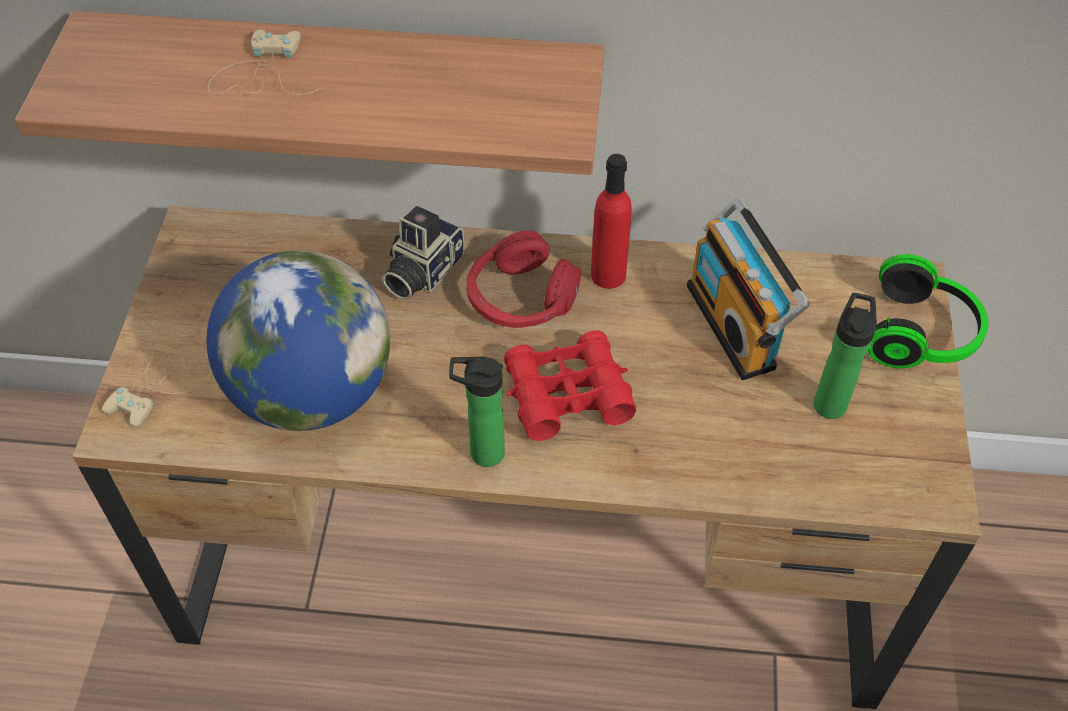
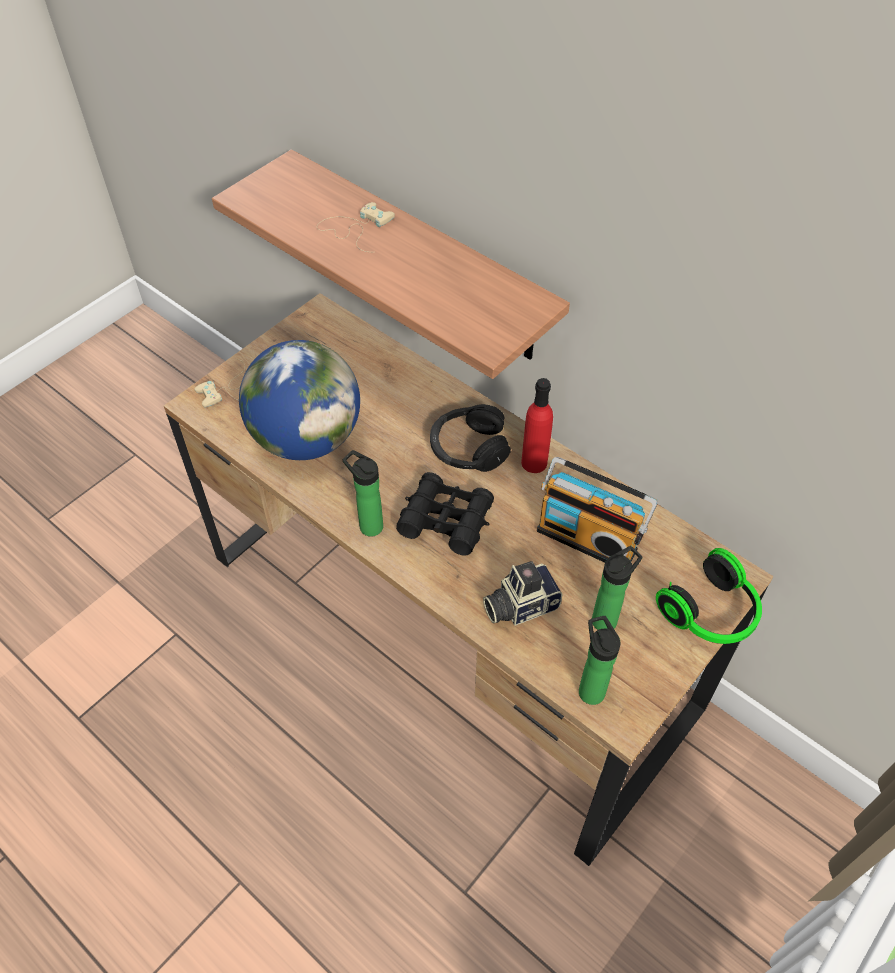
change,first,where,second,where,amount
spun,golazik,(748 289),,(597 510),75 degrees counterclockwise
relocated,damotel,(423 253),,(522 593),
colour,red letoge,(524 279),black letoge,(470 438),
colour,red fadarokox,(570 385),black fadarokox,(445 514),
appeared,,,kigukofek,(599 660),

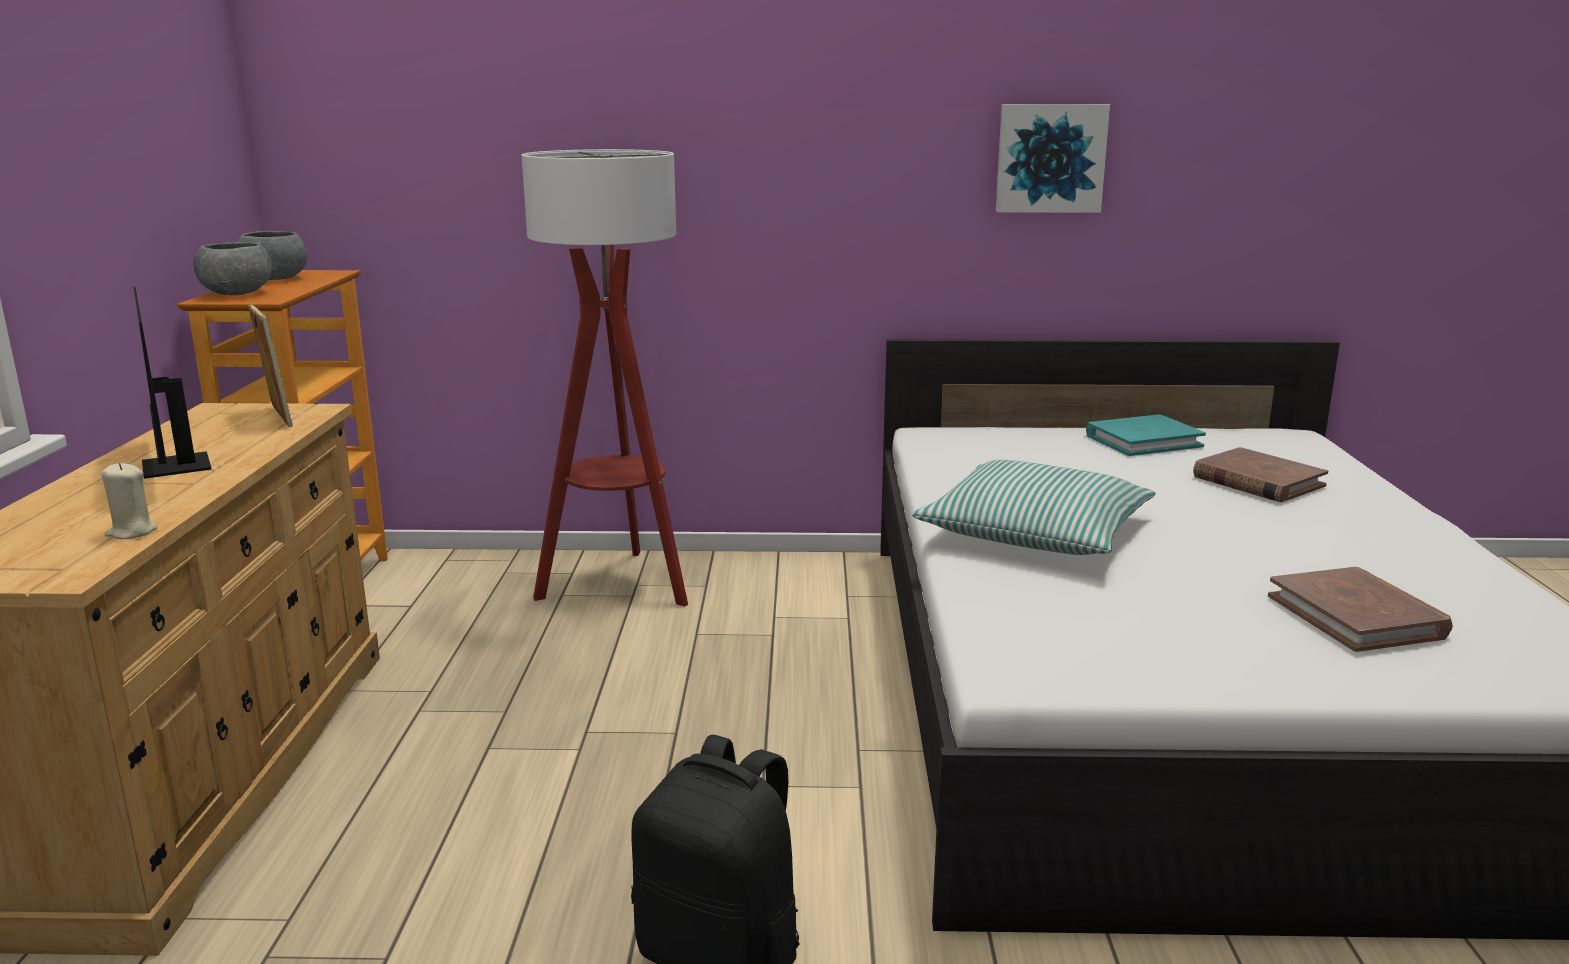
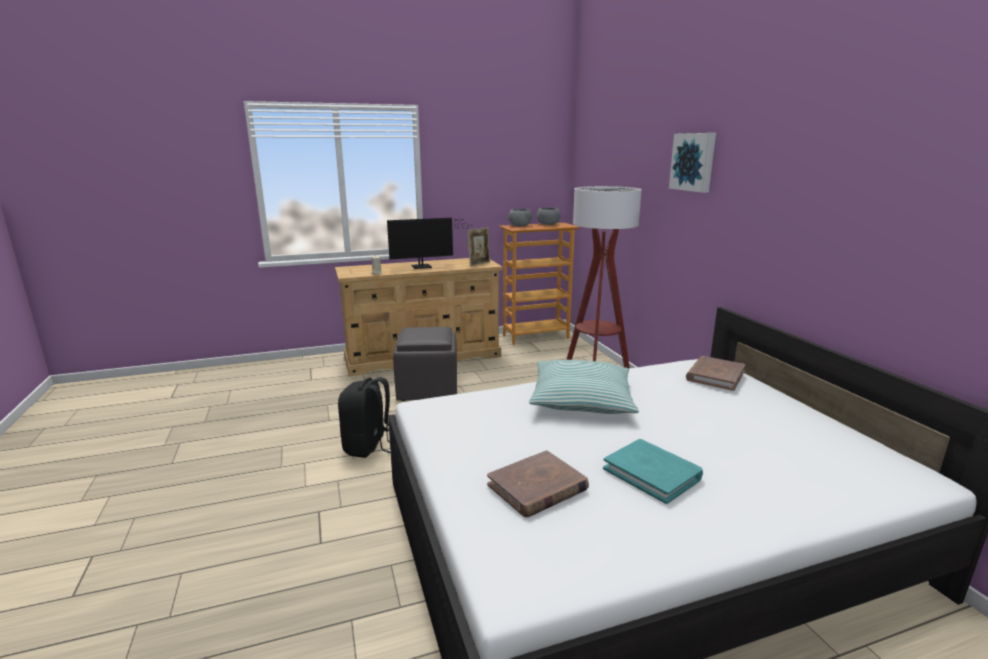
change,first,where,second,where,amount
relocated,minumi,(1053 158),,(692 163),
spun,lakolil,(172 383),,(428 243),150 degrees counterclockwise
relocated,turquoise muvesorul,(1146 435),,(653 471),
relocated,brown muvesorul,(1260 474),,(716 373),
appeared,,,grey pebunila,(425 364),

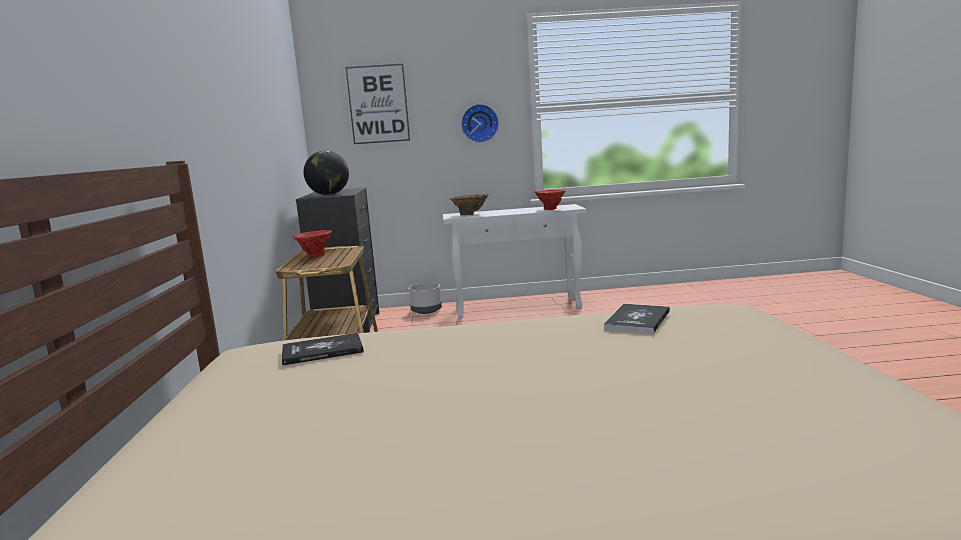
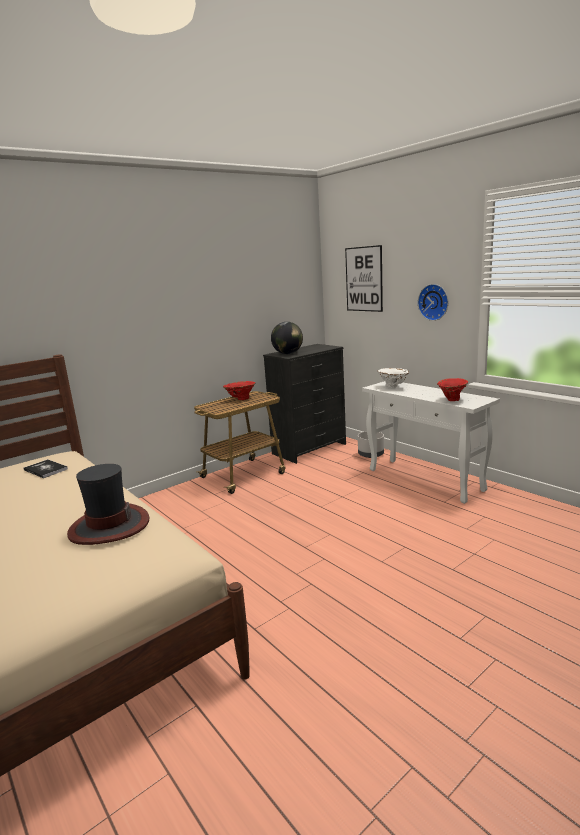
change,first,where,second,where,amount
colour,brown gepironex,(469 204),white gepironex,(393 378),
exchanged,muvesorul,(637 319),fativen,(108 504),

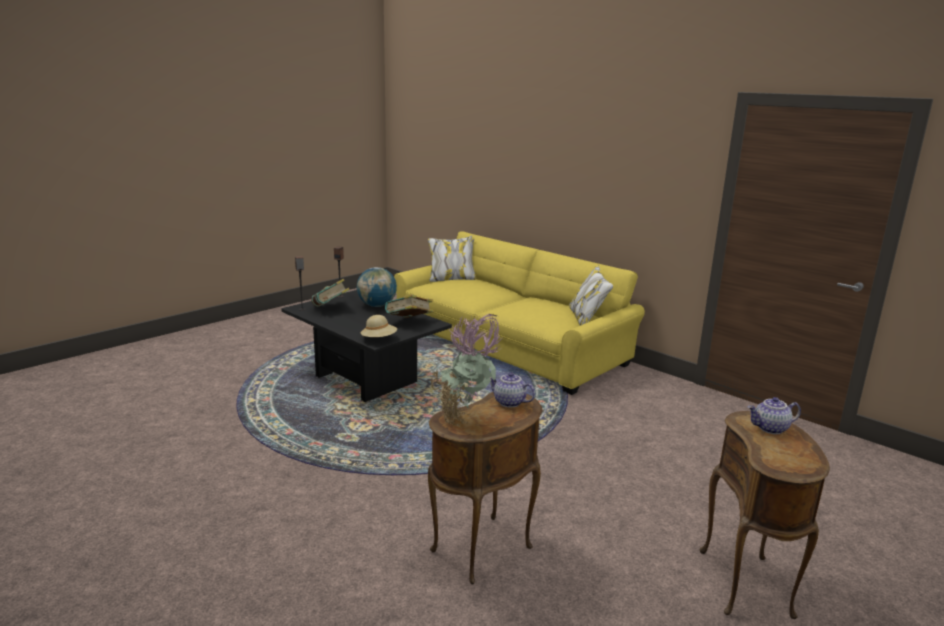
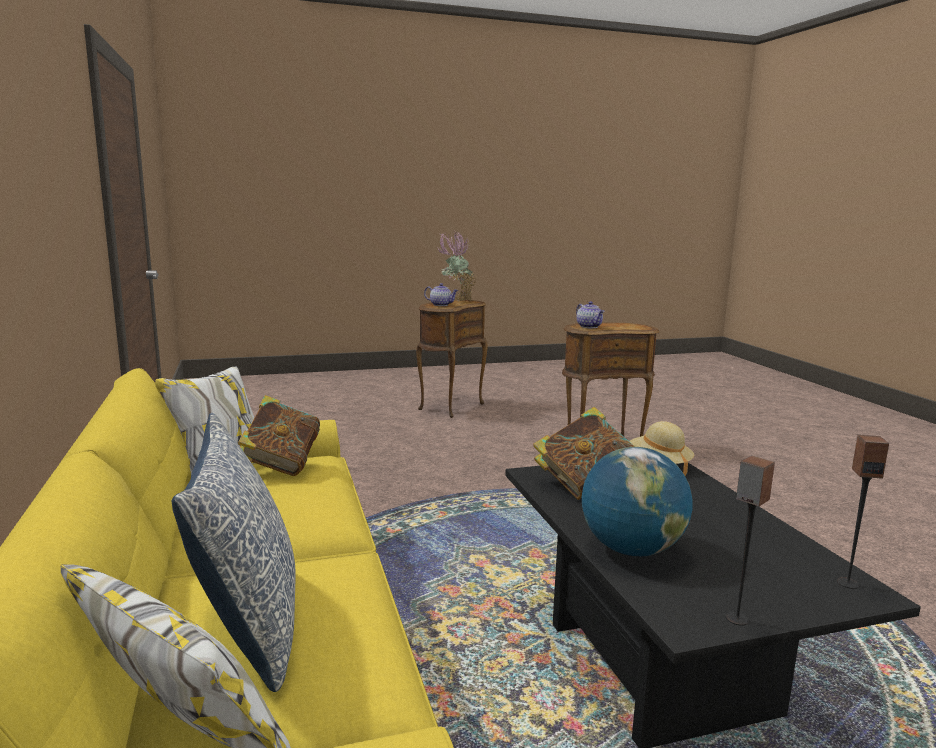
change,first,where,second,where,amount
relocated,muvesorul,(330 293),,(279 435),
relocated,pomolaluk,(467 370),,(457 266),
appeared,,,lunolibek,(233 552),

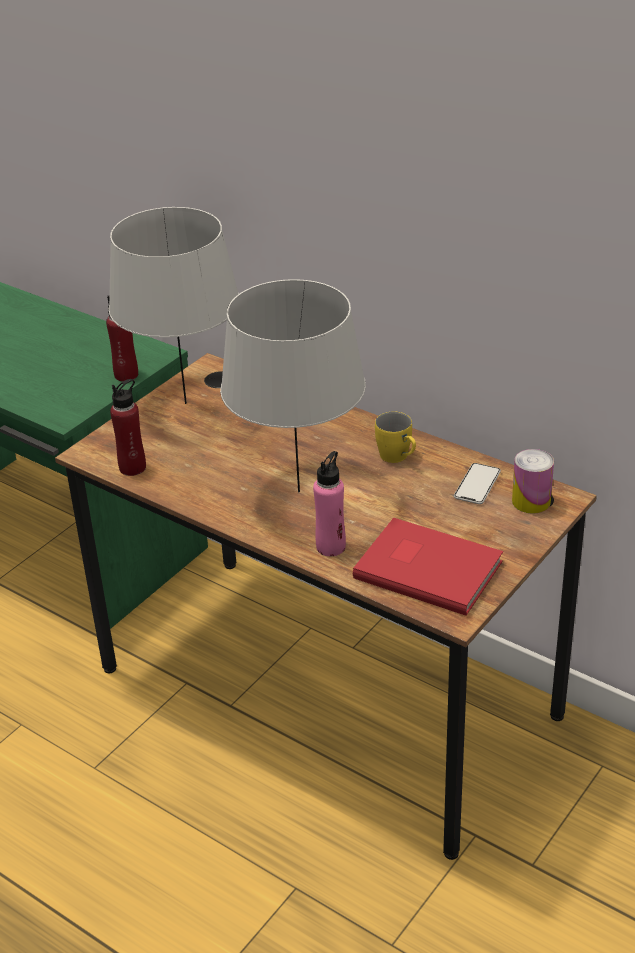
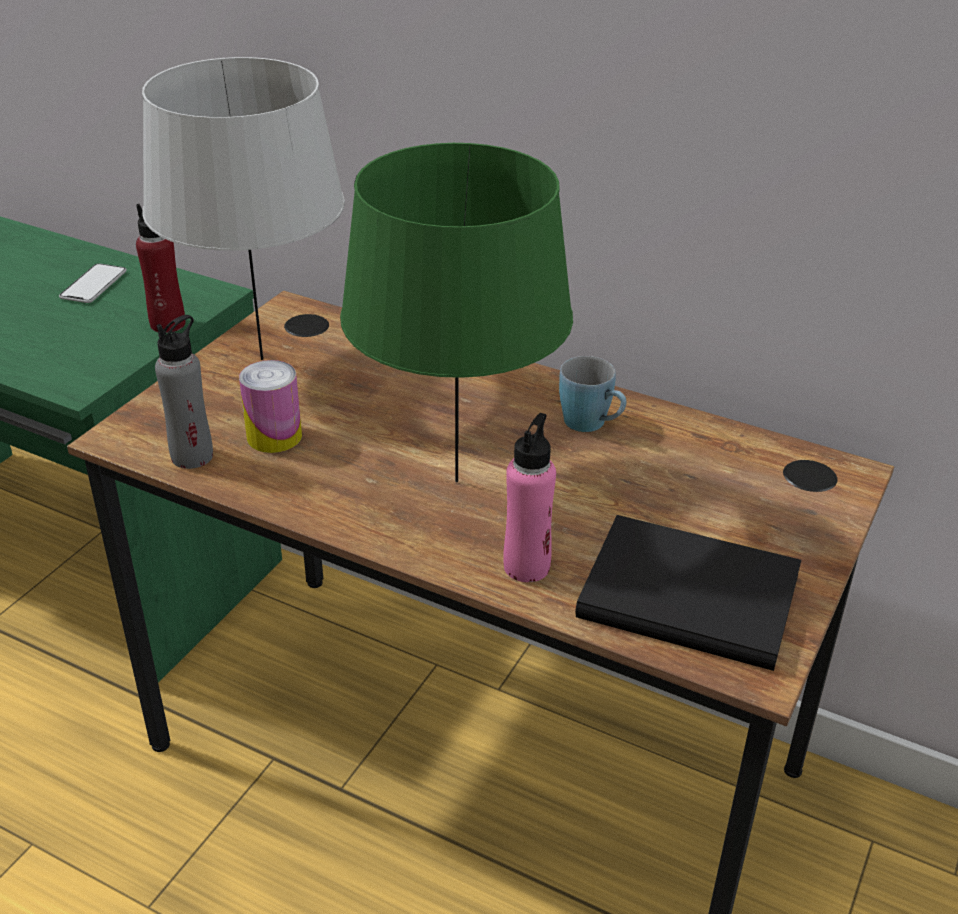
change,first,where,second,where,amount
colour,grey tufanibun,(293 385),green tufanibun,(456 312),
colour,red kigukofek,(128 427),grey kigukofek,(184 392),
colour,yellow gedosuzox,(395 437),blue gedosuzox,(593 394),
relocated,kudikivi,(533 481),,(270 406),
relocated,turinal,(477 483),,(93 283),
colour,red muvesorul,(428 567),black muvesorul,(688 593),

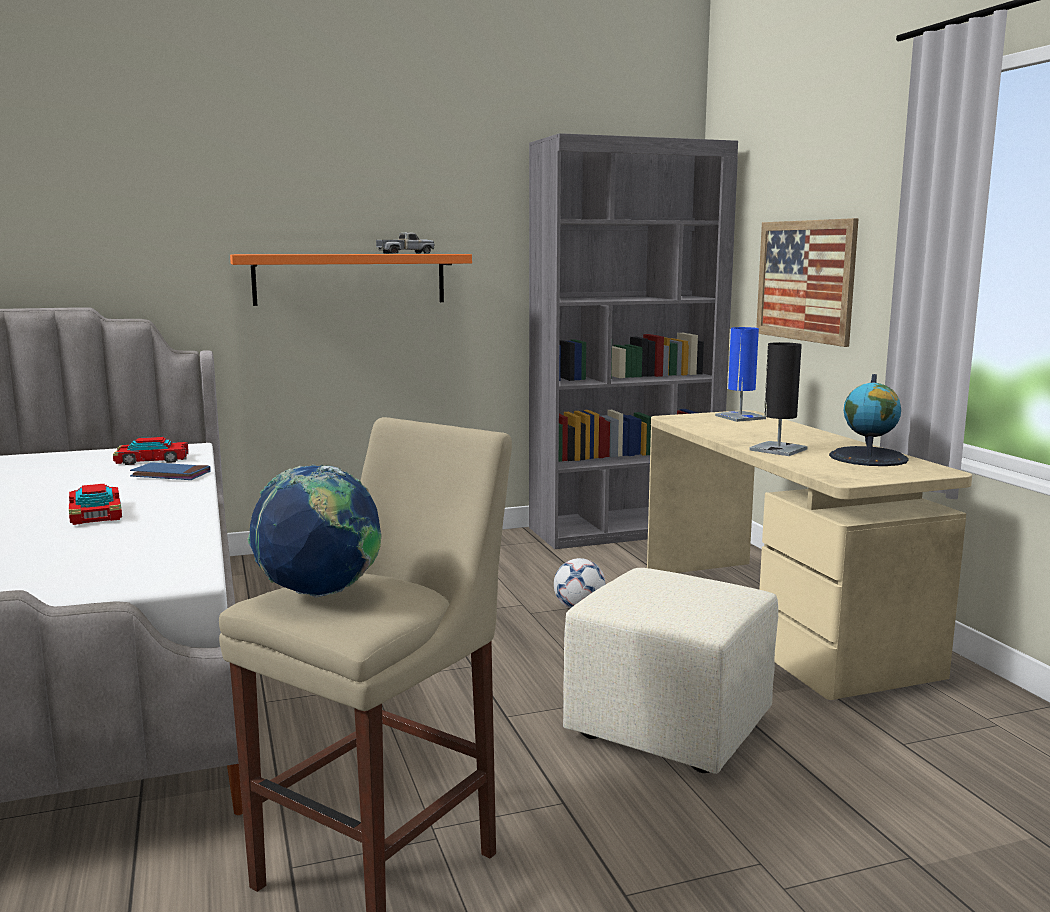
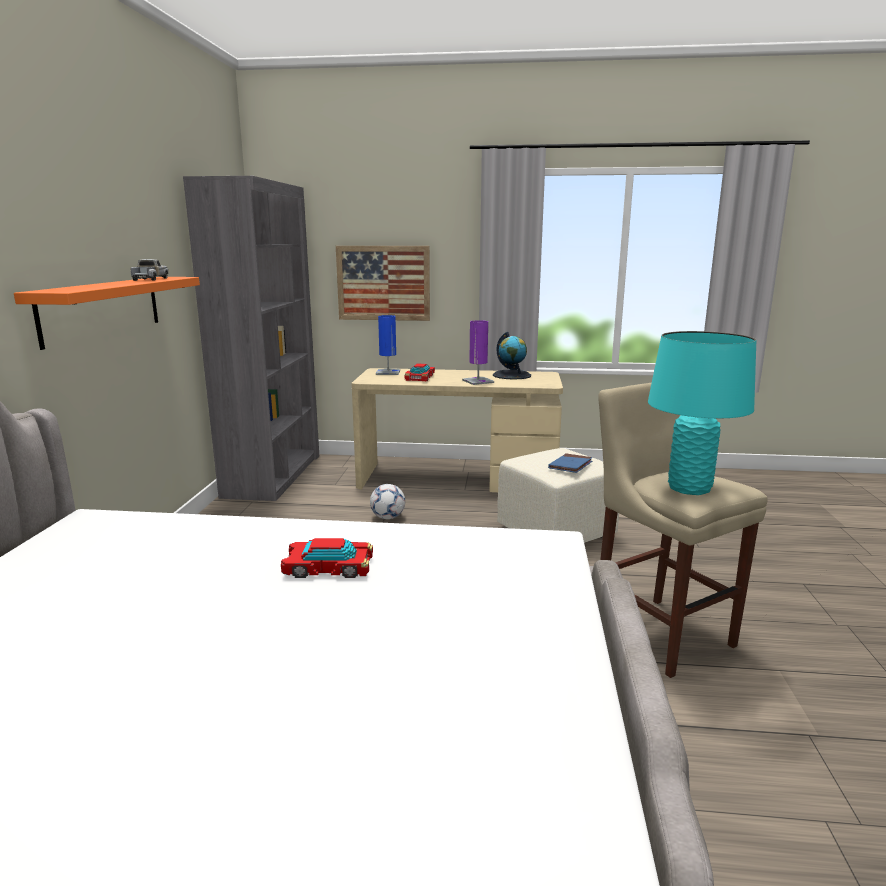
change,first,where,second,where,amount
colour,black tufanibun,(778 399),purple tufanibun,(478 352),
relocated,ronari,(150 451),,(419 372),
relocated,blue muvesorul,(170 471),,(570 463),
exchanged,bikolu,(314 531),turquoise tufanibun,(702 413),

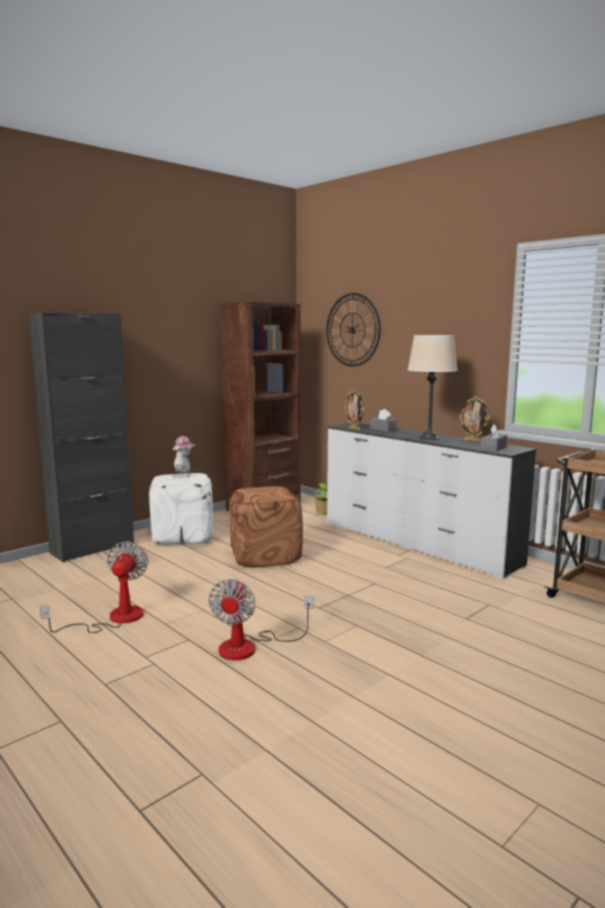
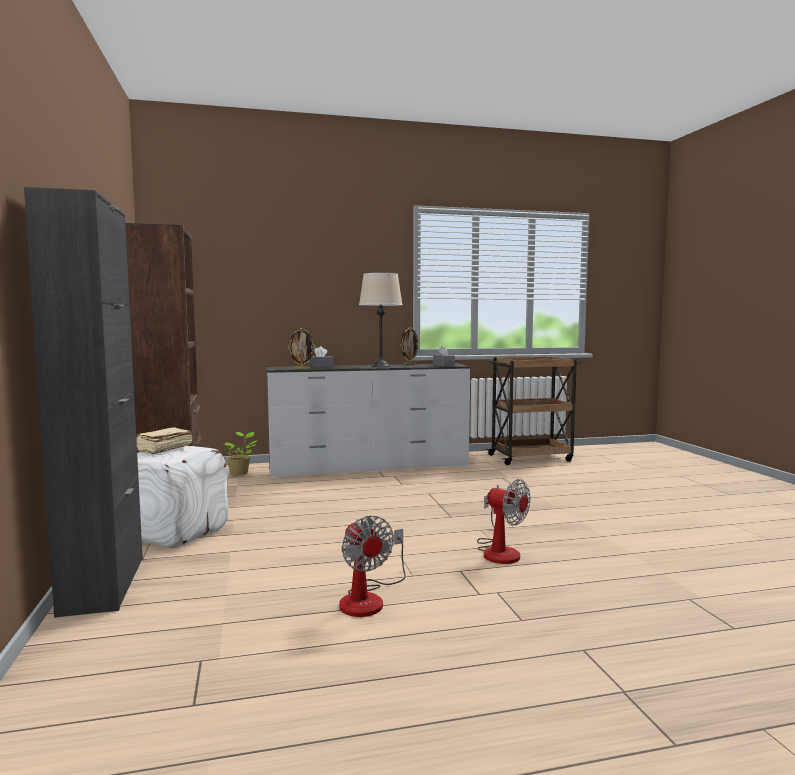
change,first,where,second,where,amount
missing,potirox,(353 330),,,
exchanged,fativen,(183 457),beige muvesorul,(164 441),
missing,brown pebunila,(266 527),,,
spun,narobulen,(94 587),,(372 566),150 degrees counterclockwise

